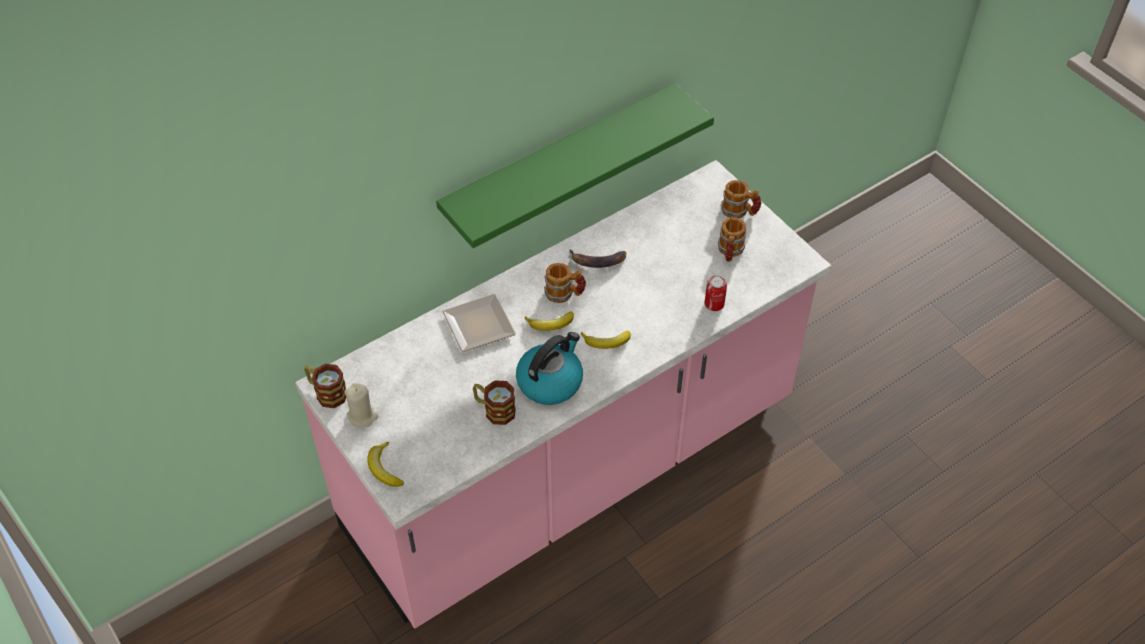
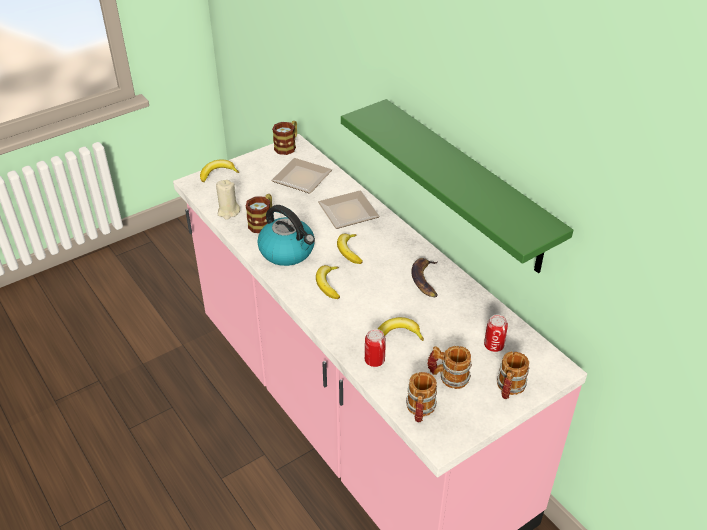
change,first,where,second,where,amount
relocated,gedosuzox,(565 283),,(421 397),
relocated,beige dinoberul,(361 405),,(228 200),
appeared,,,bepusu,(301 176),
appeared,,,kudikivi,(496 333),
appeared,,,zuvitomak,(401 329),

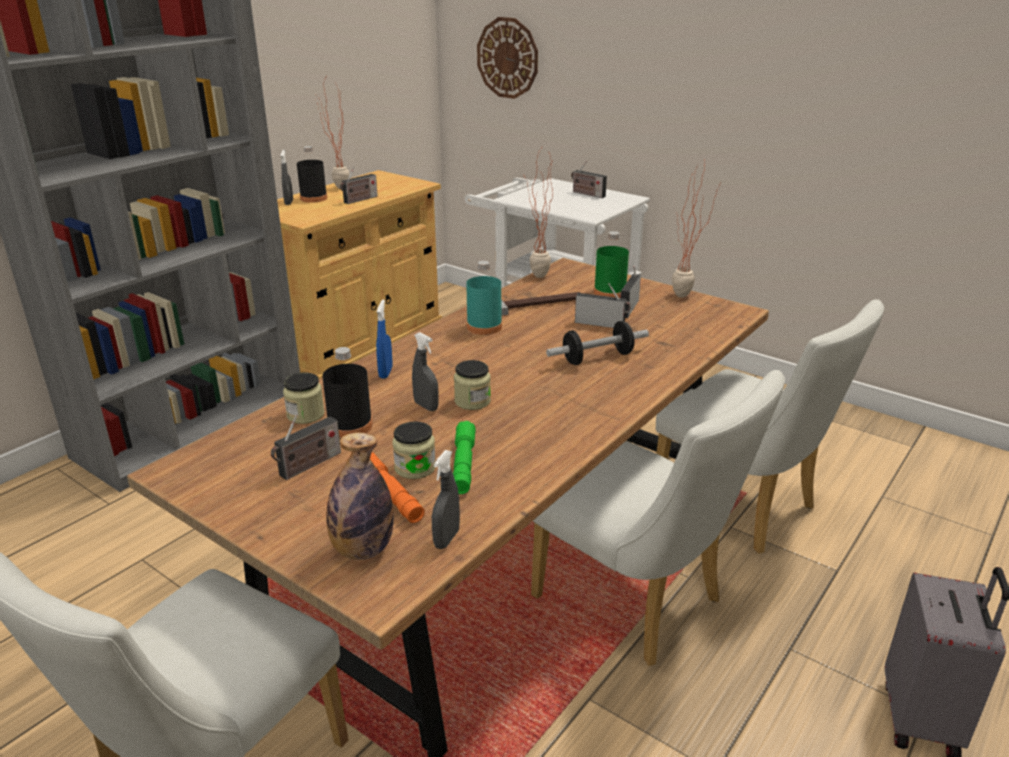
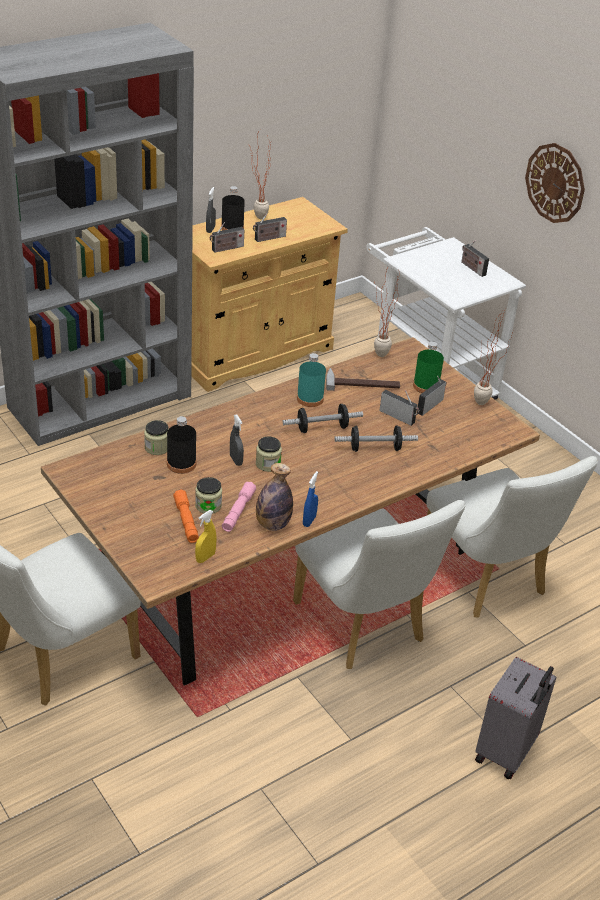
change,first,where,second,where,amount
relocated,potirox,(507 58),,(555 183),
relocated,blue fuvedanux,(384 339),,(310 499),
relocated,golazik,(306 447),,(227 237),
colour,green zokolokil,(464 457),pink zokolokil,(239 507),
relocated,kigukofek,(360 496),,(274 497),
colour,grey fuvedanux,(446 499),yellow fuvedanux,(206 536),
appeared,,,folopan,(323 418),

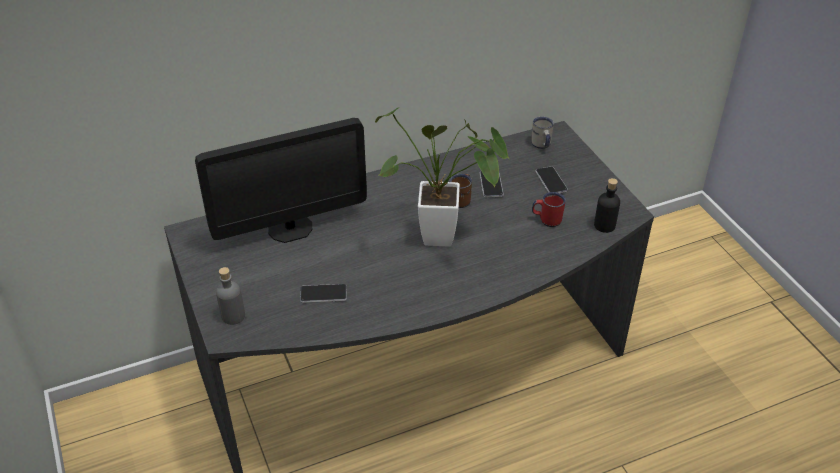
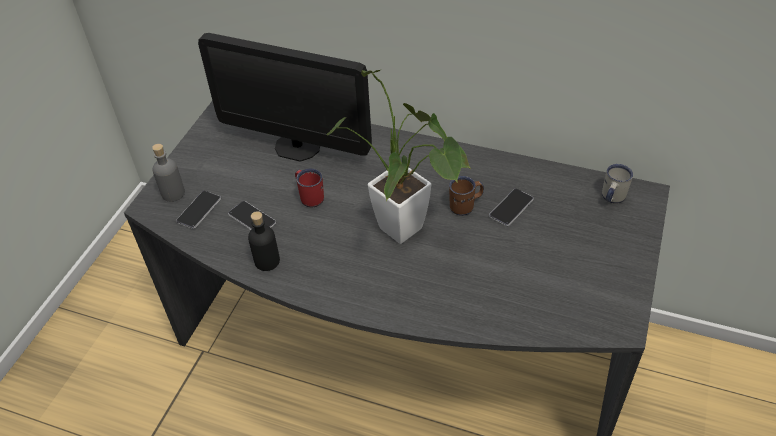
change,first,where,second,where,amount
relocated,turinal,(551 179),,(198 210),
relocated,black kigukofek,(607 205),,(264 241),
relocated,red gedosuzox,(549 209),,(309 188),

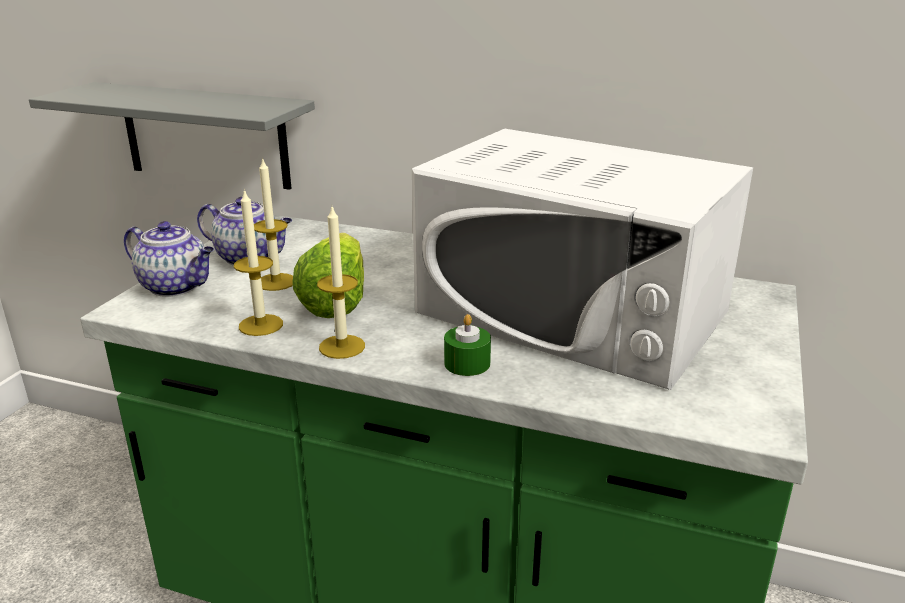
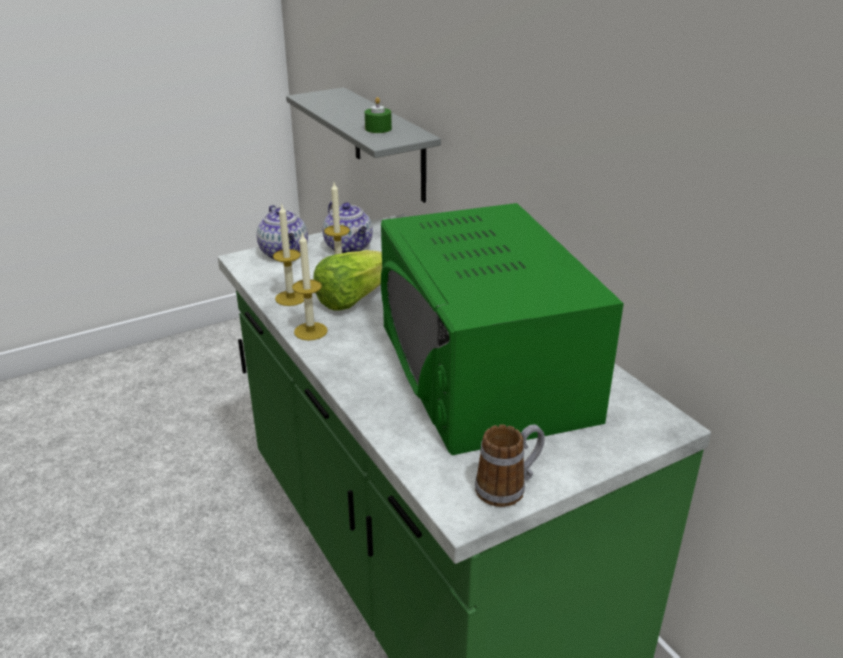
change,first,where,second,where,amount
colour,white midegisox,(582 259),green midegisox,(502 329),
relocated,green dinoberul,(467 345),,(378 115),
appeared,,,gedosuzox,(510 466),

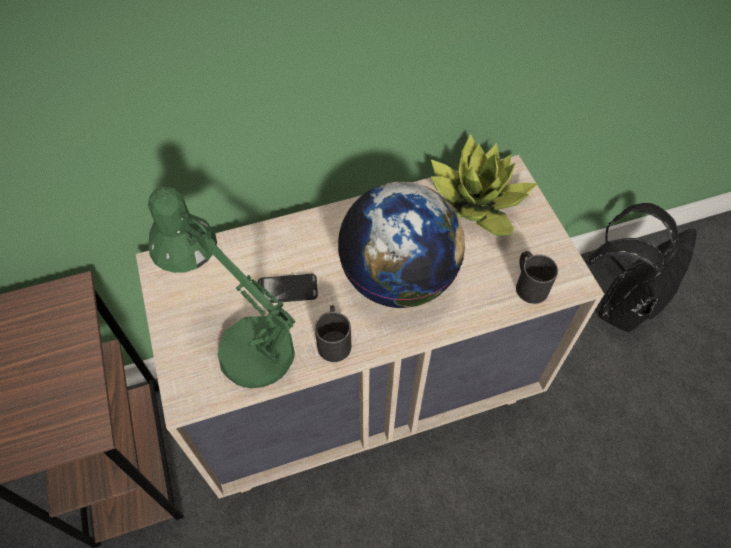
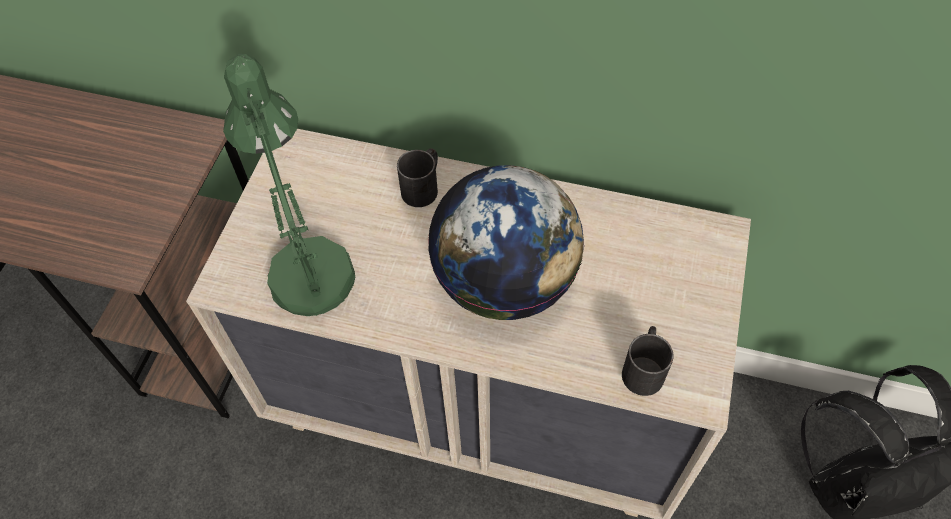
change,first,where,second,where,amount
missing,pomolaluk,(485 185),,,
missing,turinal,(288 288),,,
relocated,black gedosuzox,(333 333),,(417 177),

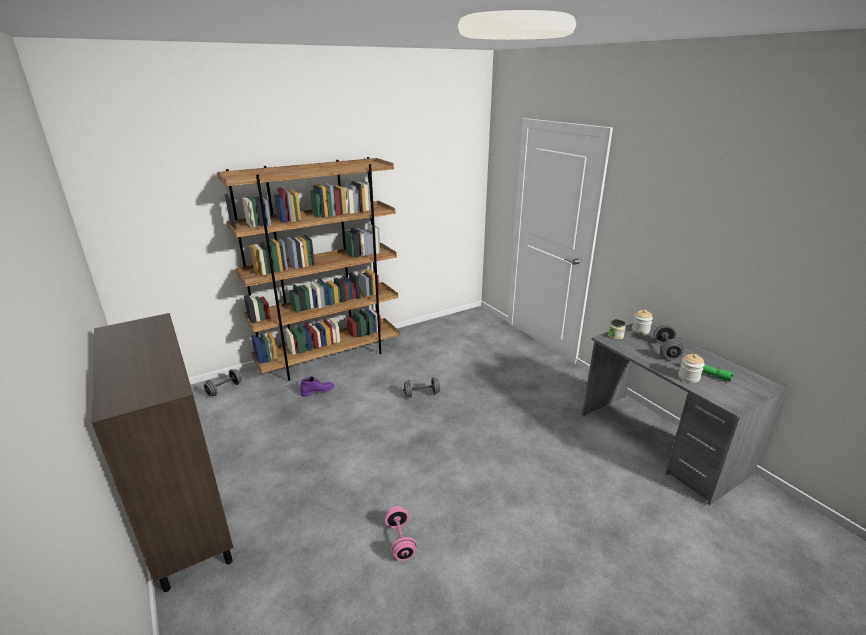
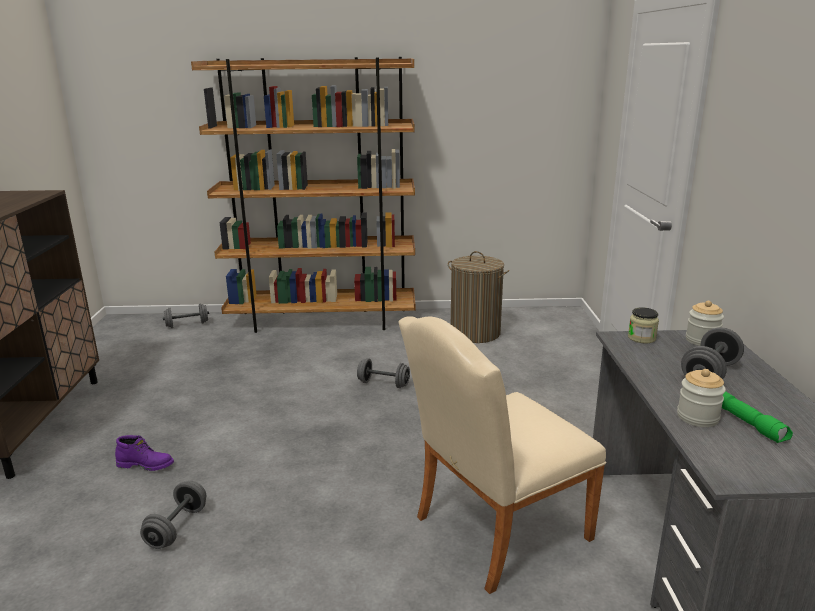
change,first,where,second,where,amount
relocated,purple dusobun,(317 387),,(144 453),
colour,pink folopan,(401 533),grey folopan,(173 515),
appeared,,,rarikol,(478 297),
appeared,,,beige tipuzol,(502 455),

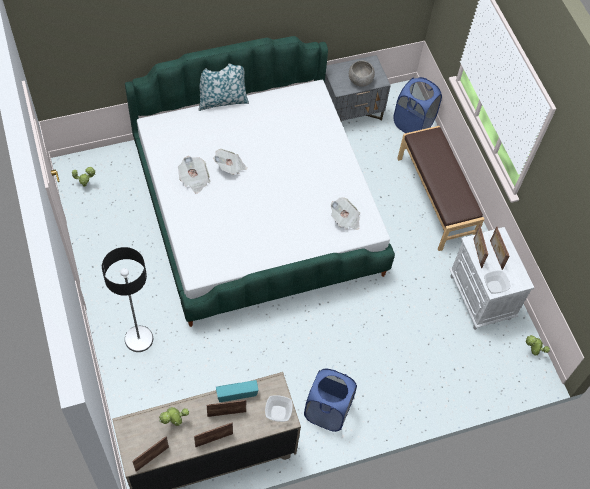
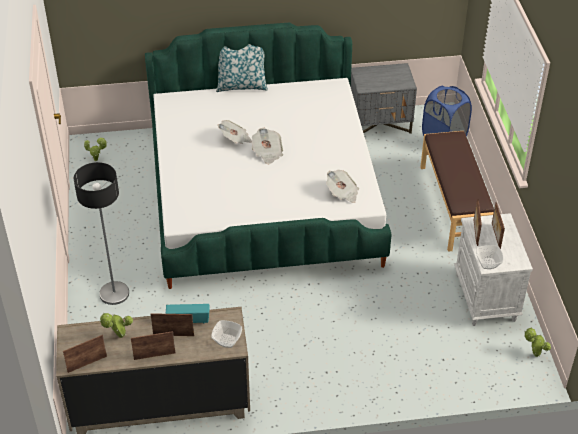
change,first,where,second,where,amount
missing,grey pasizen,(362 73),,,
relocated,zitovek,(194 174),,(267 146),
missing,blue rarikol,(330 400),,,

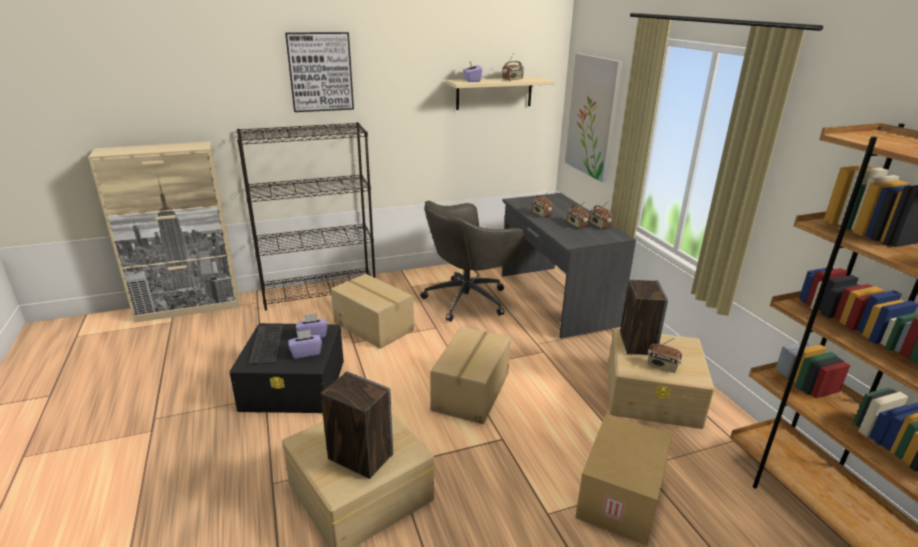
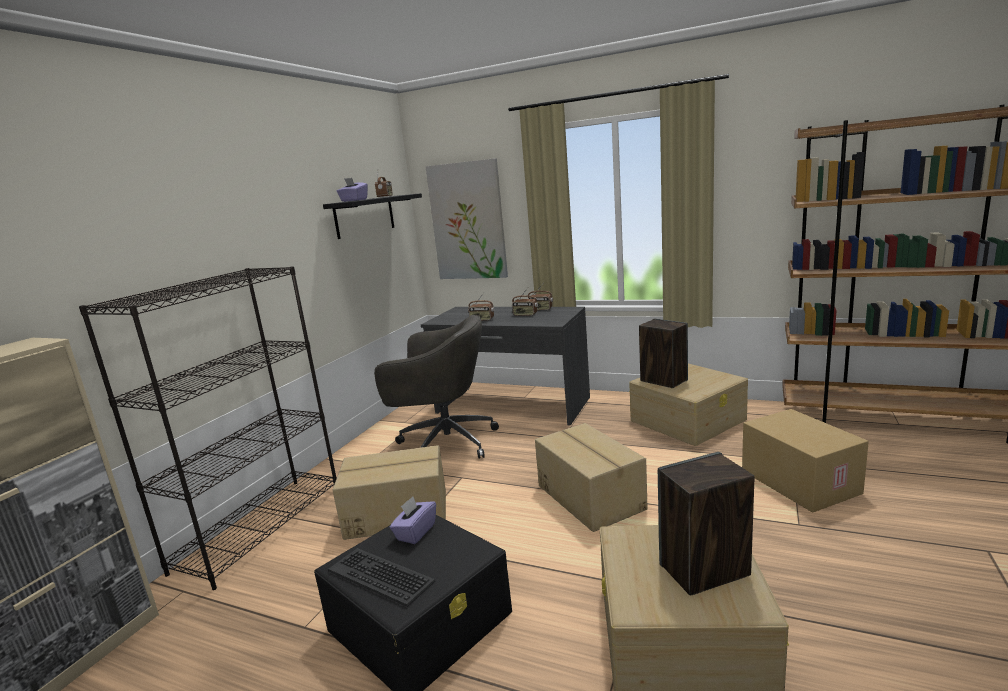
change,first,where,second,where,amount
missing,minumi,(319 72),,,
colour,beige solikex,(500 93),black solikex,(372 216),
spun,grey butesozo,(472 261),,(436 386),90 degrees counterclockwise
missing,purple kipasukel,(305 344),,,
missing,golazik,(665 355),,,

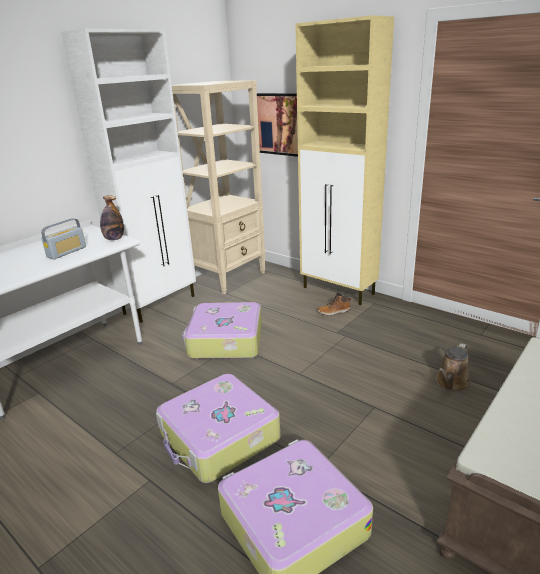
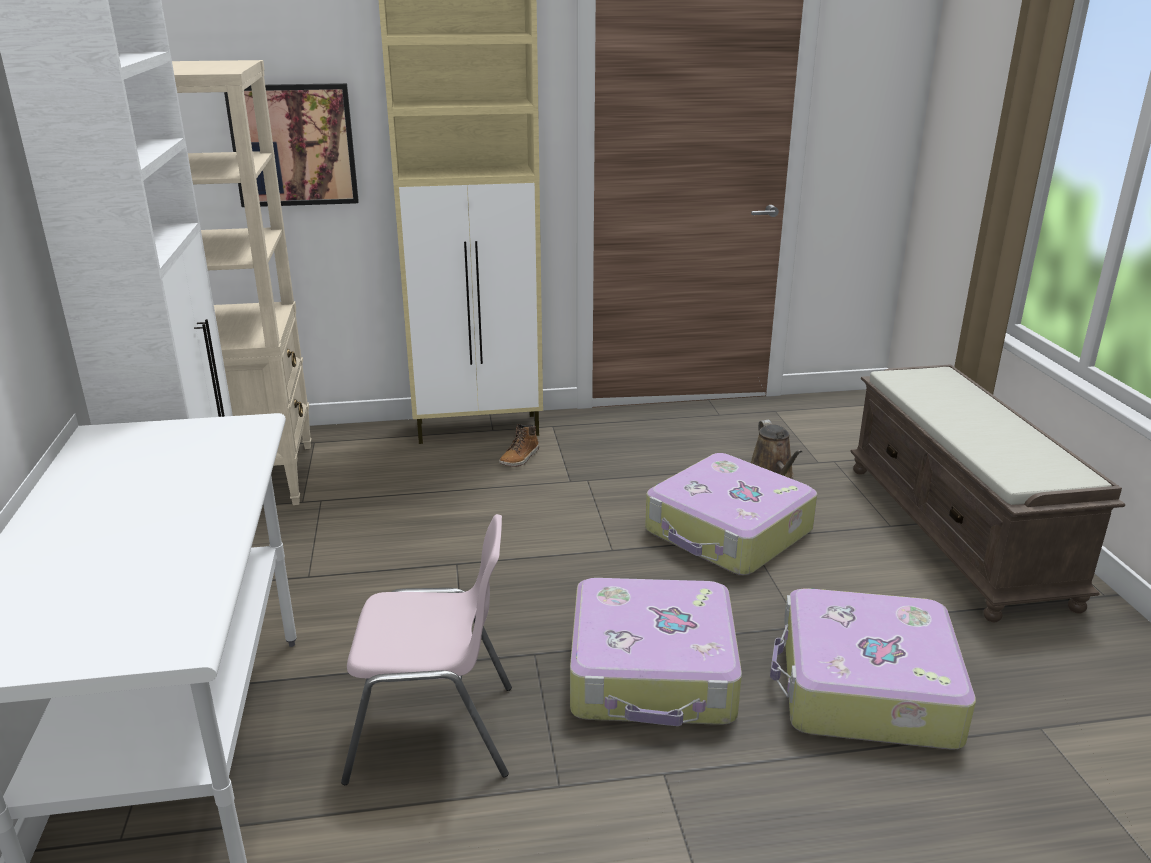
change,first,where,second,where,amount
missing,kigukofek,(112 218),,,
missing,golazik,(63 238),,,
relocated,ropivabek,(222 330),,(731 514),
appeared,,,pink tipuzol,(426 649),

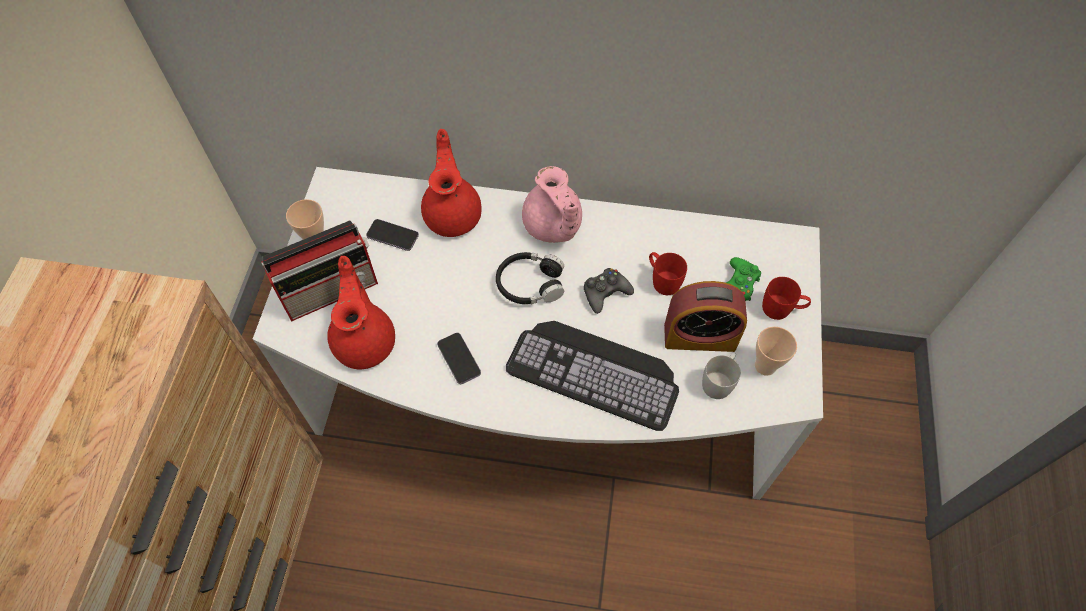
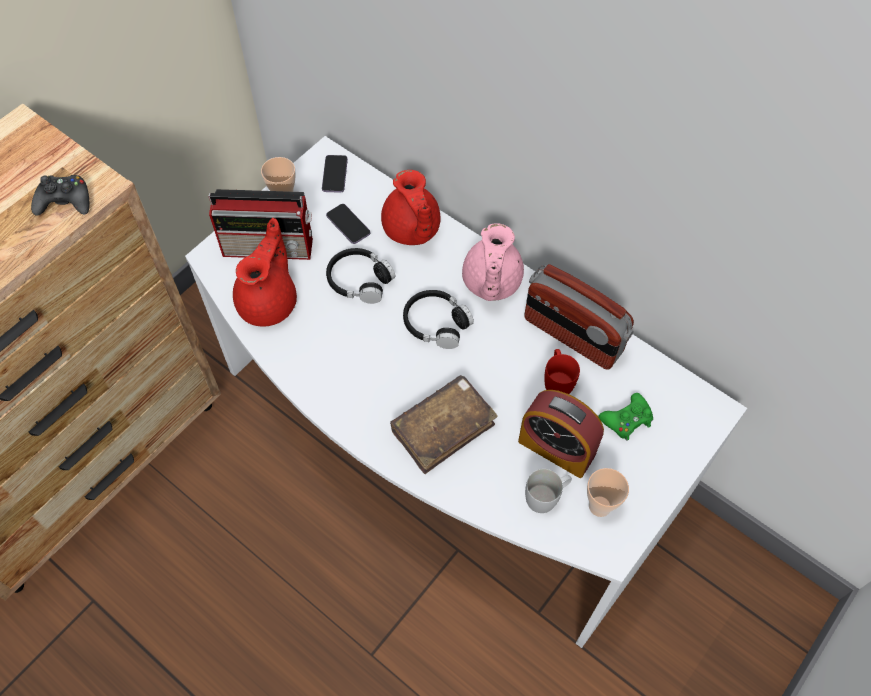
change,first,where,second,where,amount
spun,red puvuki,(451 183),,(411 207),135 degrees clockwise
relocated,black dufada,(609 291),,(60 195),
missing,red gedosuzox,(786 298),,,
exchanged,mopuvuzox,(592 376),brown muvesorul,(444 424),
relocated,turinal,(459 358),,(335 174),
appeared,,,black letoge,(360 276),
appeared,,,golazik,(579 317),

